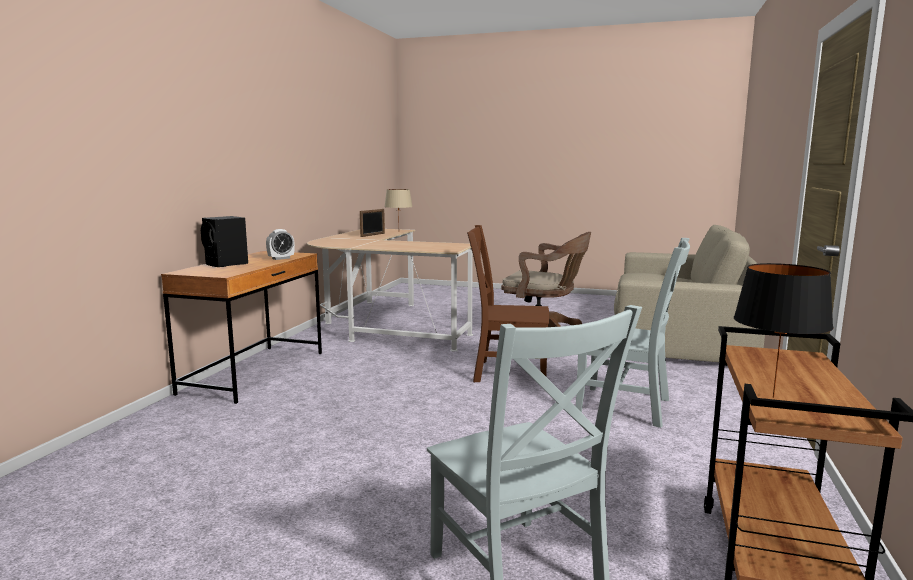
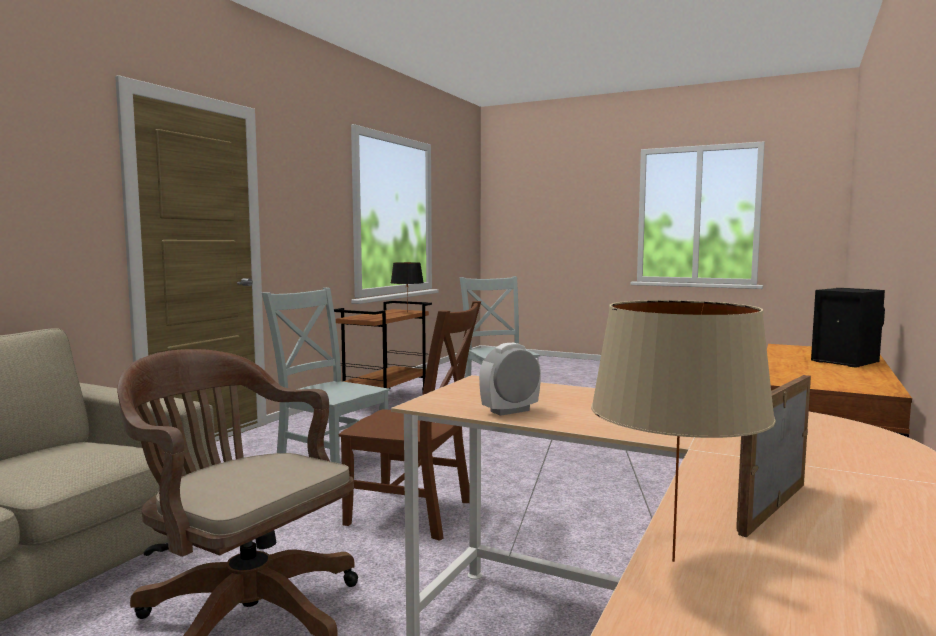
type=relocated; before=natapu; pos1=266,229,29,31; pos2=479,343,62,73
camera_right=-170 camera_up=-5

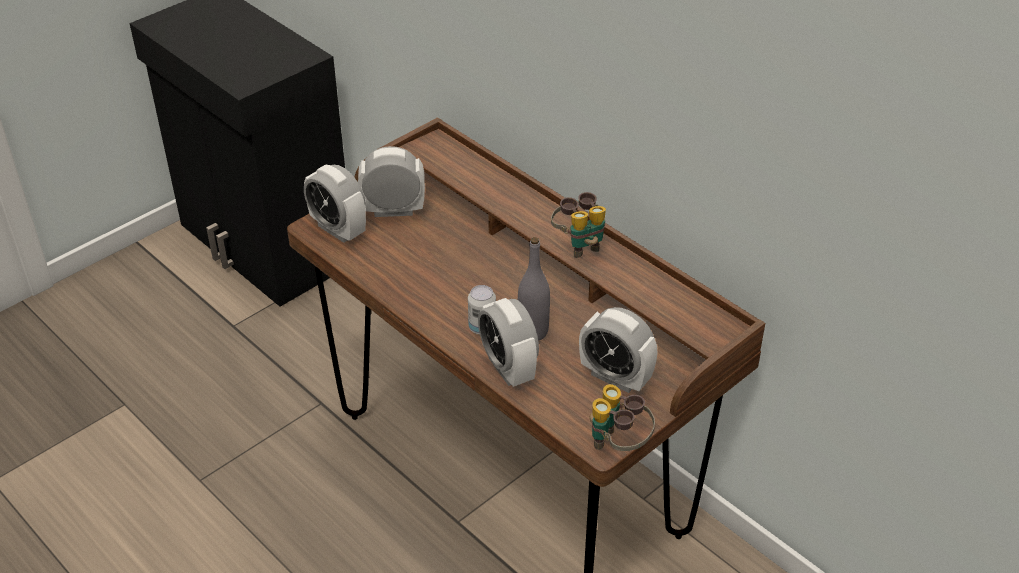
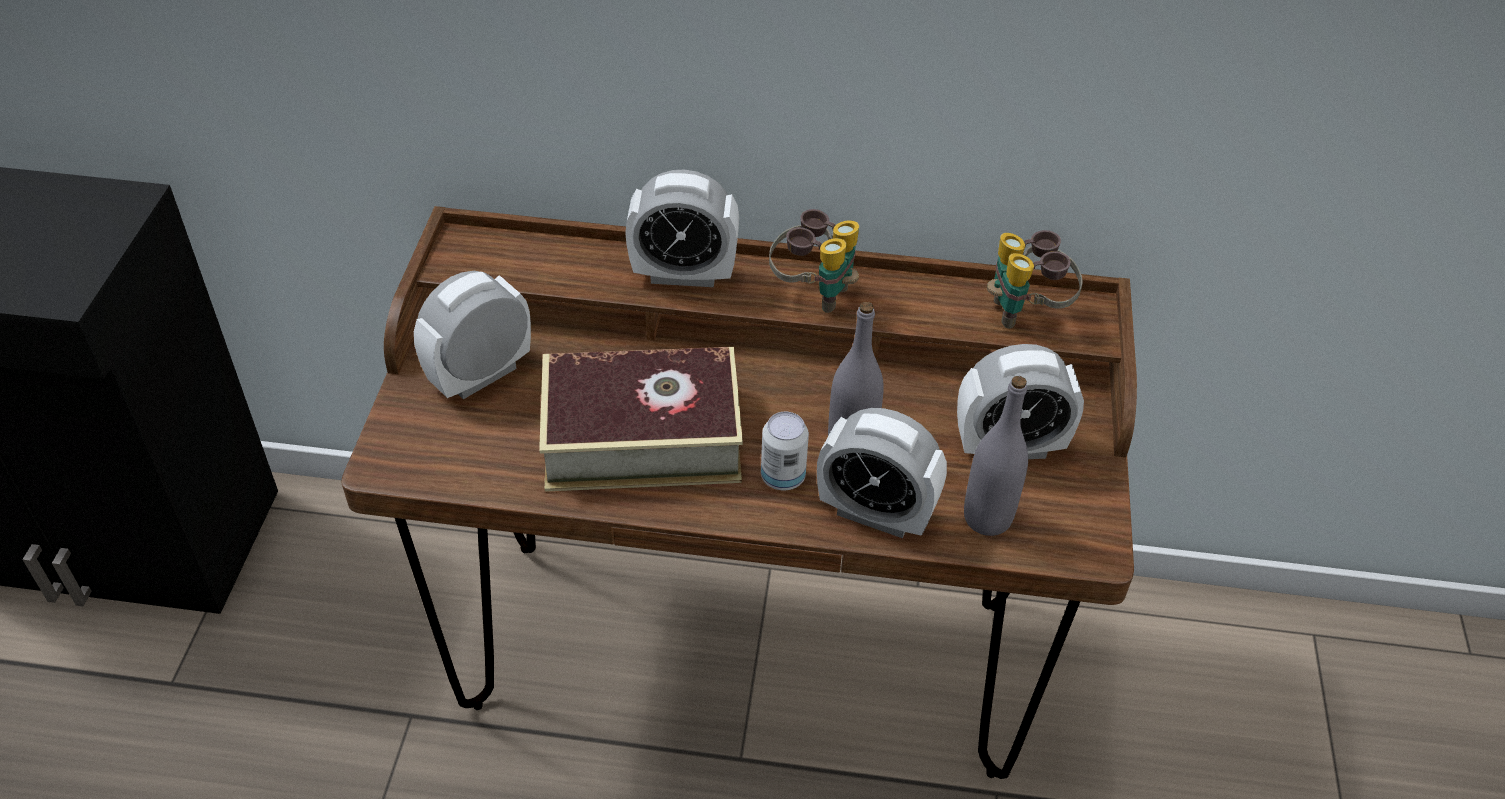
type=appeared; after=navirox; pos2=539,347,204,145
type=appeared; after=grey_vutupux; pos2=964,376,64,160
type=relocated; before=natapu; pos1=304,165,62,78; pos2=625,169,114,118
type=relocated; before=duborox; pos1=589,384,66,67; pos2=987,230,96,99
camera_right=-40 camera_up=5

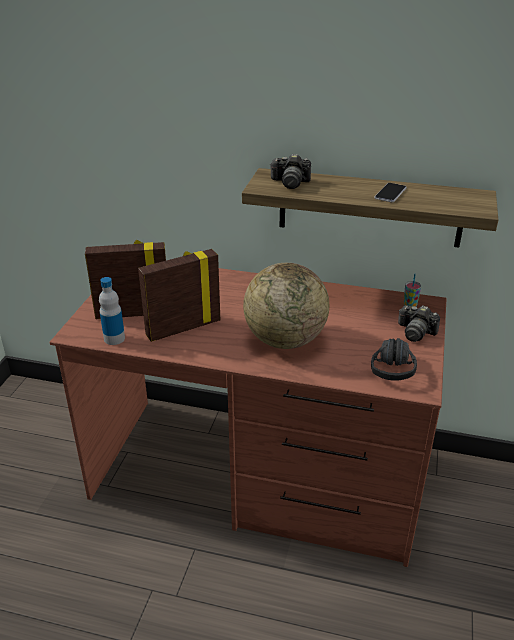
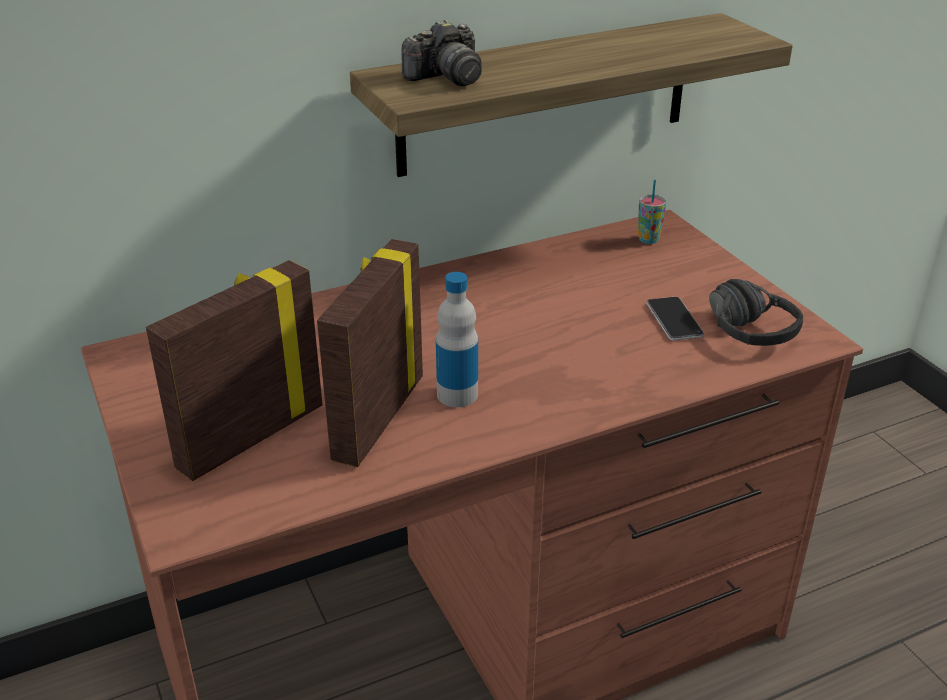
type=missing; before=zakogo; pos1=243,263,86,86
type=missing; before=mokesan; pos1=398,305,42,37
type=relocated; before=vutupux; pos1=99,277,26,68; pos2=436,272,42,135
type=relocated; before=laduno; pos1=374,183,33,19; pos2=647,297,57,44
camera_right=-40 camera_up=0

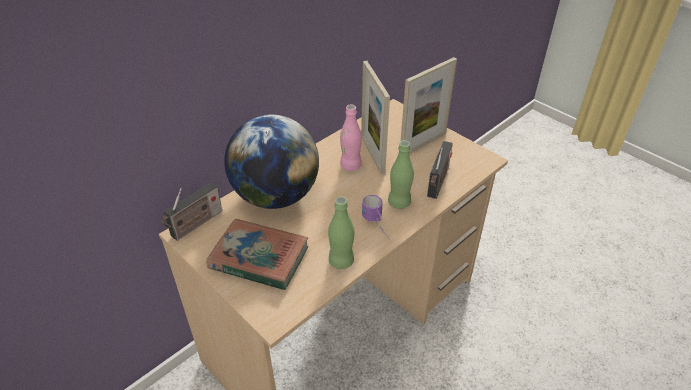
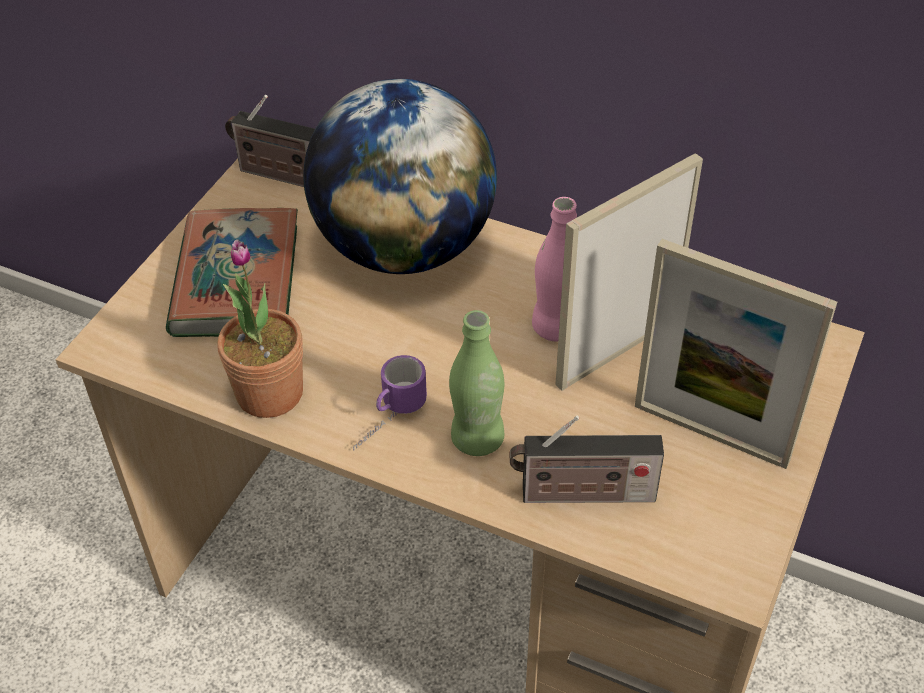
type=exchanged; before=green_vutupux; after=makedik; pos1=328,197,26,72; pos2=217,240,86,178
camera_right=70 camera_up=5

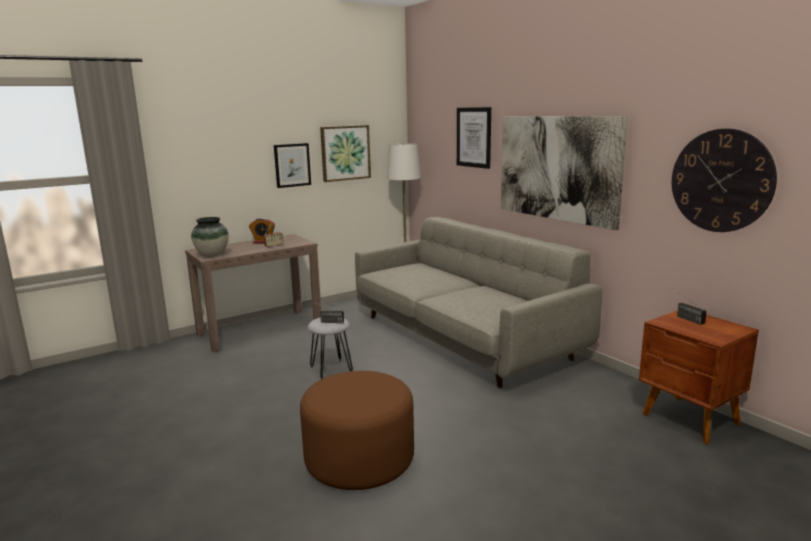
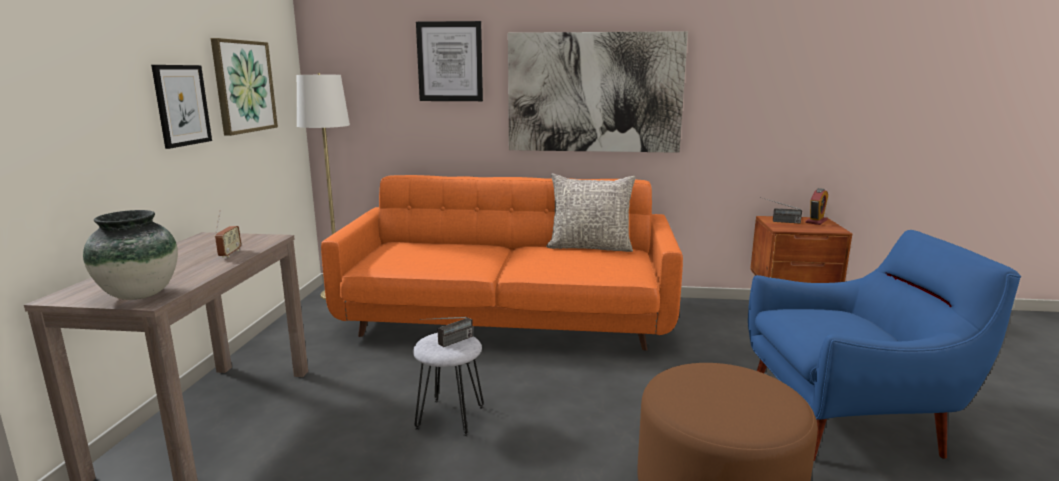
type=missing; before=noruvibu; pos1=672,128,105,104
type=appeared; after=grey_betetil; pos2=546,173,90,79
type=appeared; after=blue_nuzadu; pos2=748,230,273,231
type=relocated; before=natapu; pos1=249,218,26,26; pos2=805,188,23,37
type=colour; before=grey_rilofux; after=orange_rilofux; pos1=355,217,247,171; pos2=321,175,362,175
camera_right=-50 camera_up=0

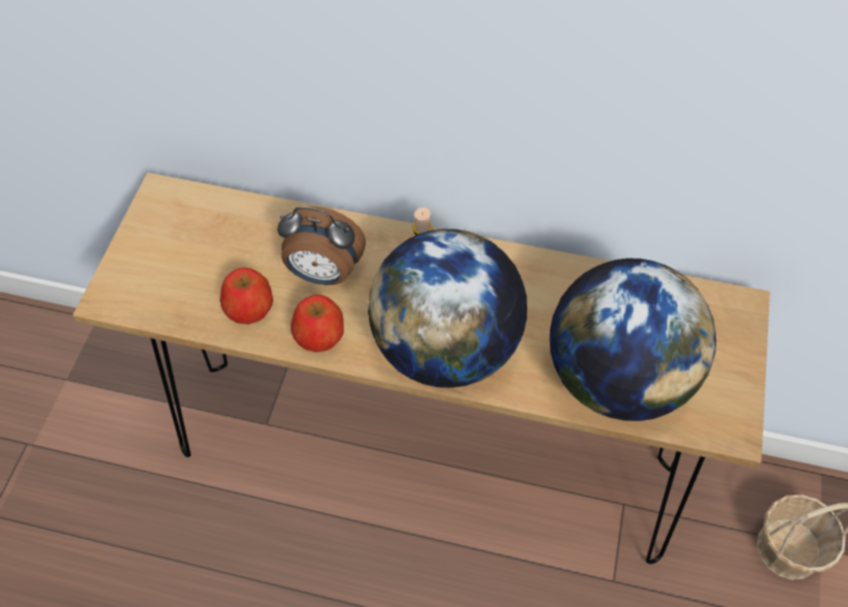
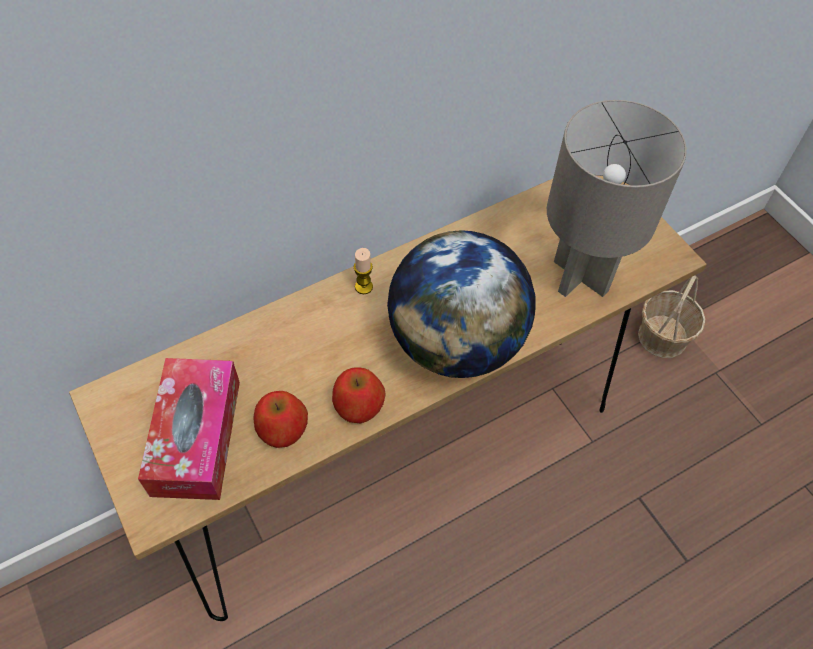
type=missing; before=natapu; pos1=277,206,89,79
type=appeared; after=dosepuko; pos2=138,358,102,142
type=exchanged; before=zakogo; after=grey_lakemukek; pos1=550,258,166,163; pos2=547,100,140,197
camera_right=-45 camera_up=0

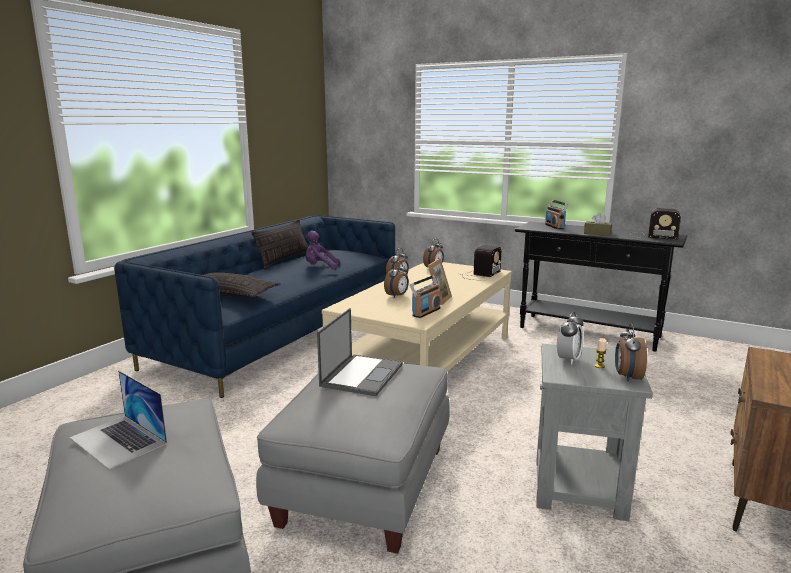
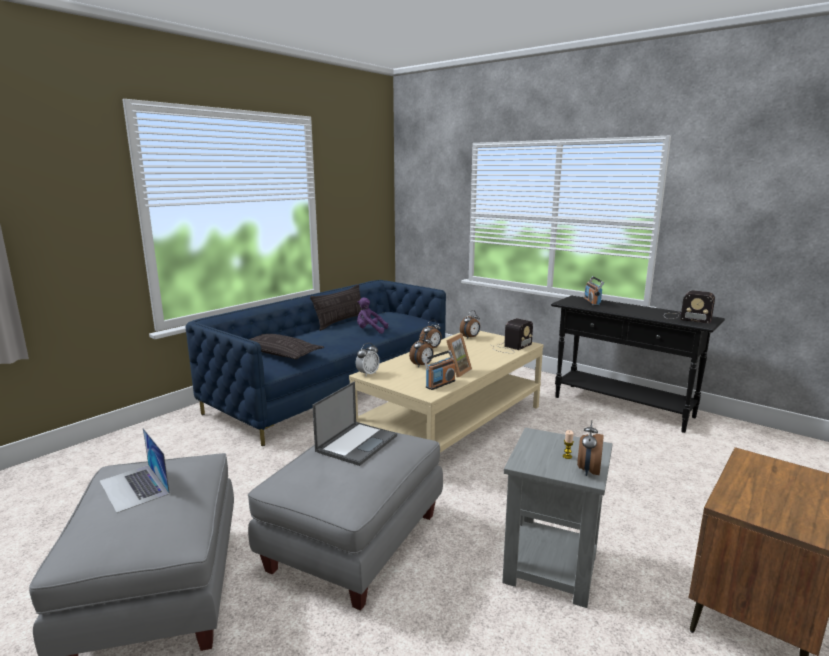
type=missing; before=brown_dosepuko; pos1=584,213,28,23
type=relocated; before=natapu; pos1=557,312,26,53; pos2=356,343,24,34
camera_right=10 camera_up=0

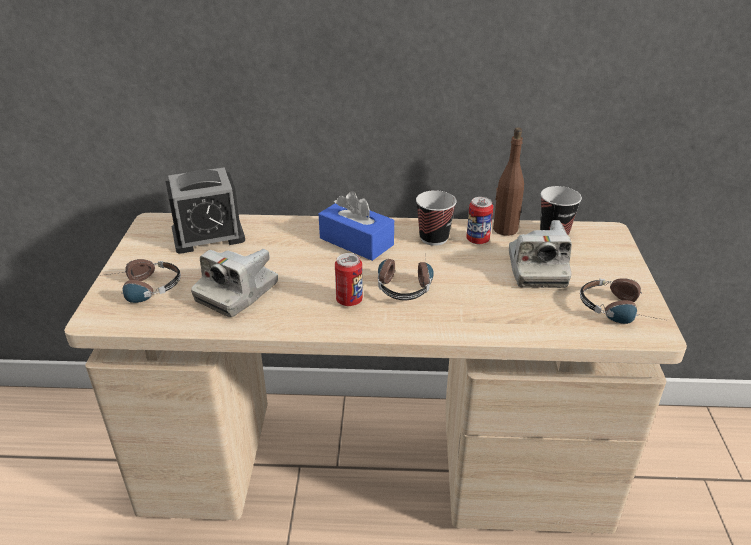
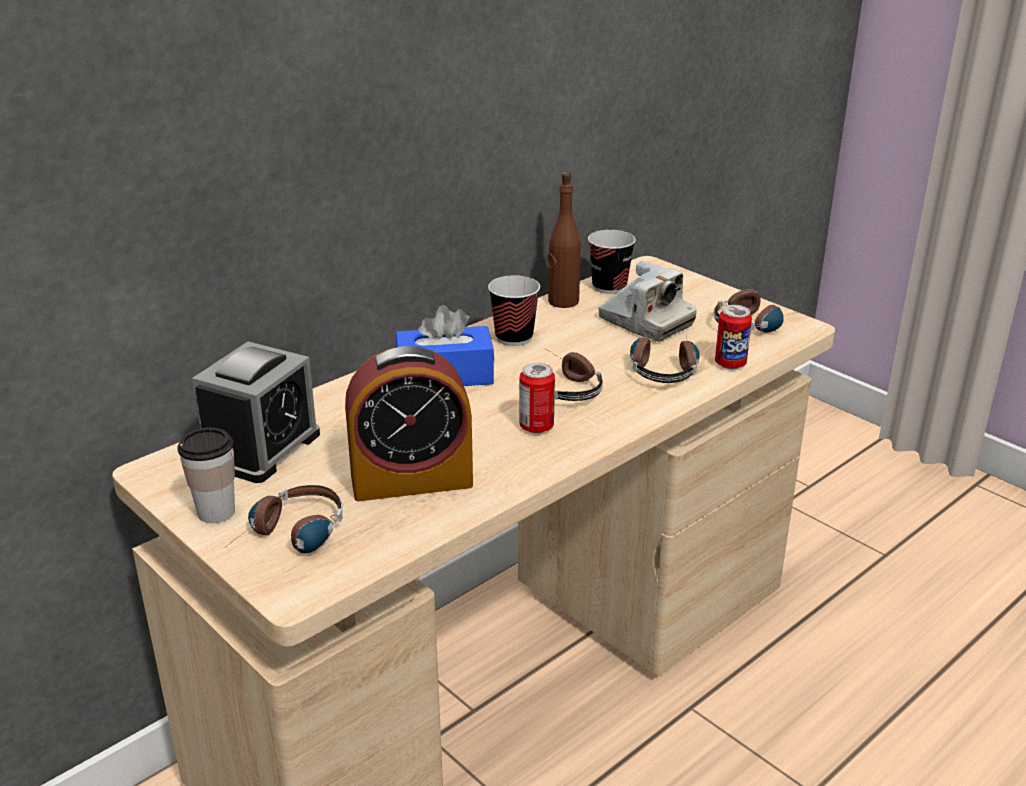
type=appeared; after=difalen; pos2=177,428,58,95
type=appeared; after=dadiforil; pos2=630,337,70,46
type=relocated; before=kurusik; pos1=466,197,27,47; pos2=715,305,37,64
type=exchanged; before=mokesan; after=natapu; pos1=191,249,87,68; pos2=345,346,128,155
camera_right=-45 camera_up=-5

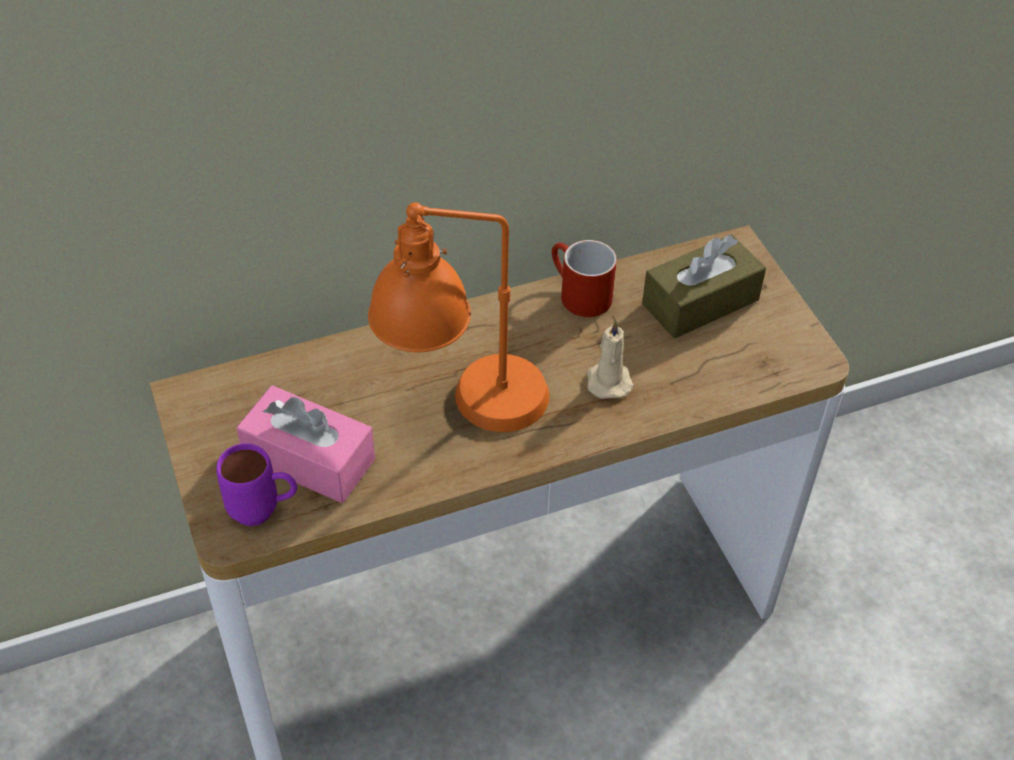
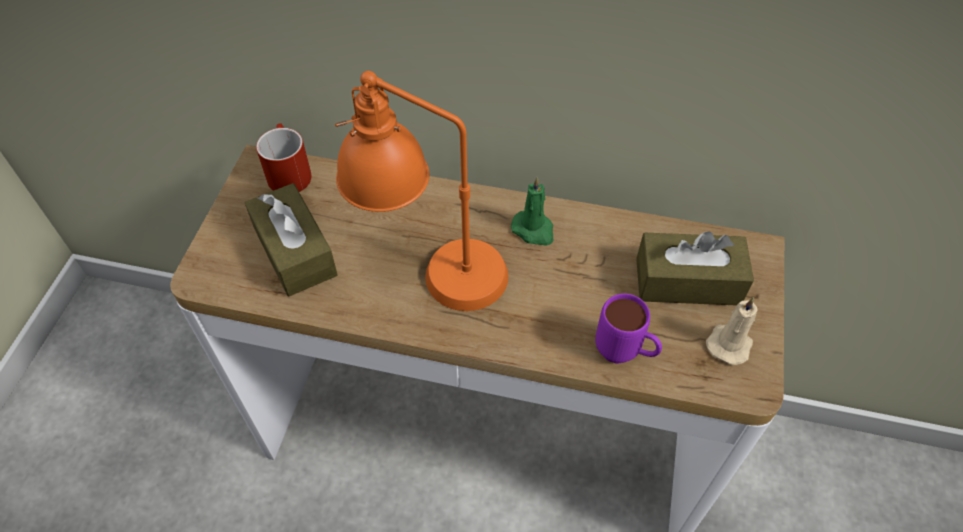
type=appeared; after=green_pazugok; pos2=511,177,43,69
type=relocated; before=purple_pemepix; pos1=216,443,81,83; pos2=595,294,67,70
type=relocated; before=red_pemepix; pos1=552,240,65,77; pos2=256,123,56,69
type=relocated; before=beige_pazugok; pos1=587,319,47,80; pos2=706,297,52,68
type=colour; before=pink_dosepuko; after=brown_dosepuko; pos1=236,385,139,118; pos2=245,183,93,113
camera_right=35 camera_up=5

